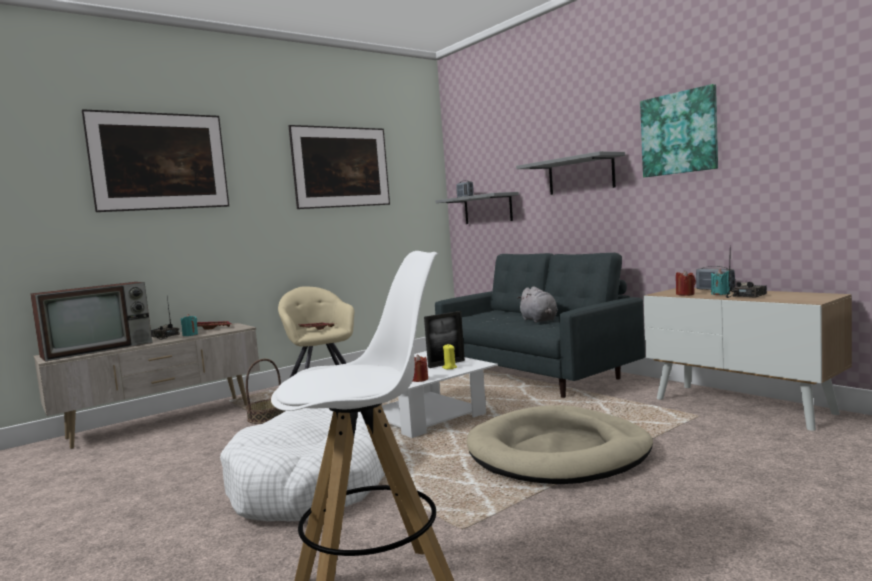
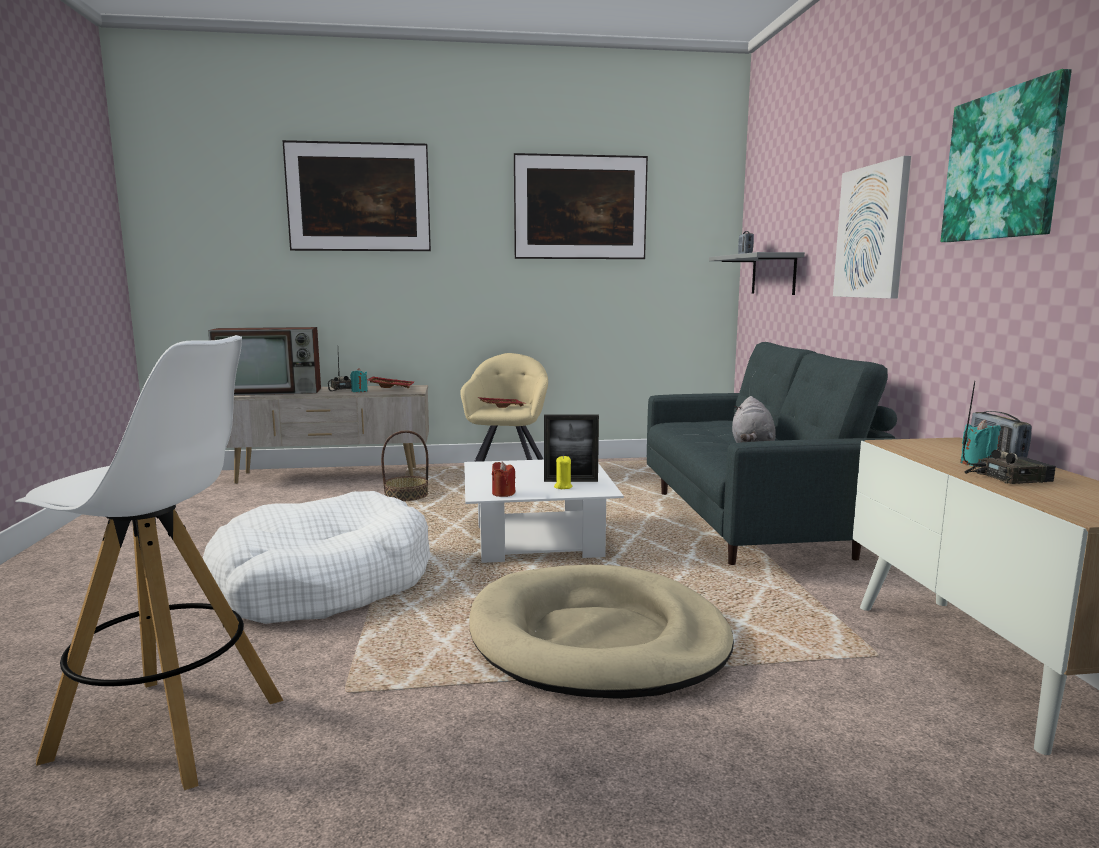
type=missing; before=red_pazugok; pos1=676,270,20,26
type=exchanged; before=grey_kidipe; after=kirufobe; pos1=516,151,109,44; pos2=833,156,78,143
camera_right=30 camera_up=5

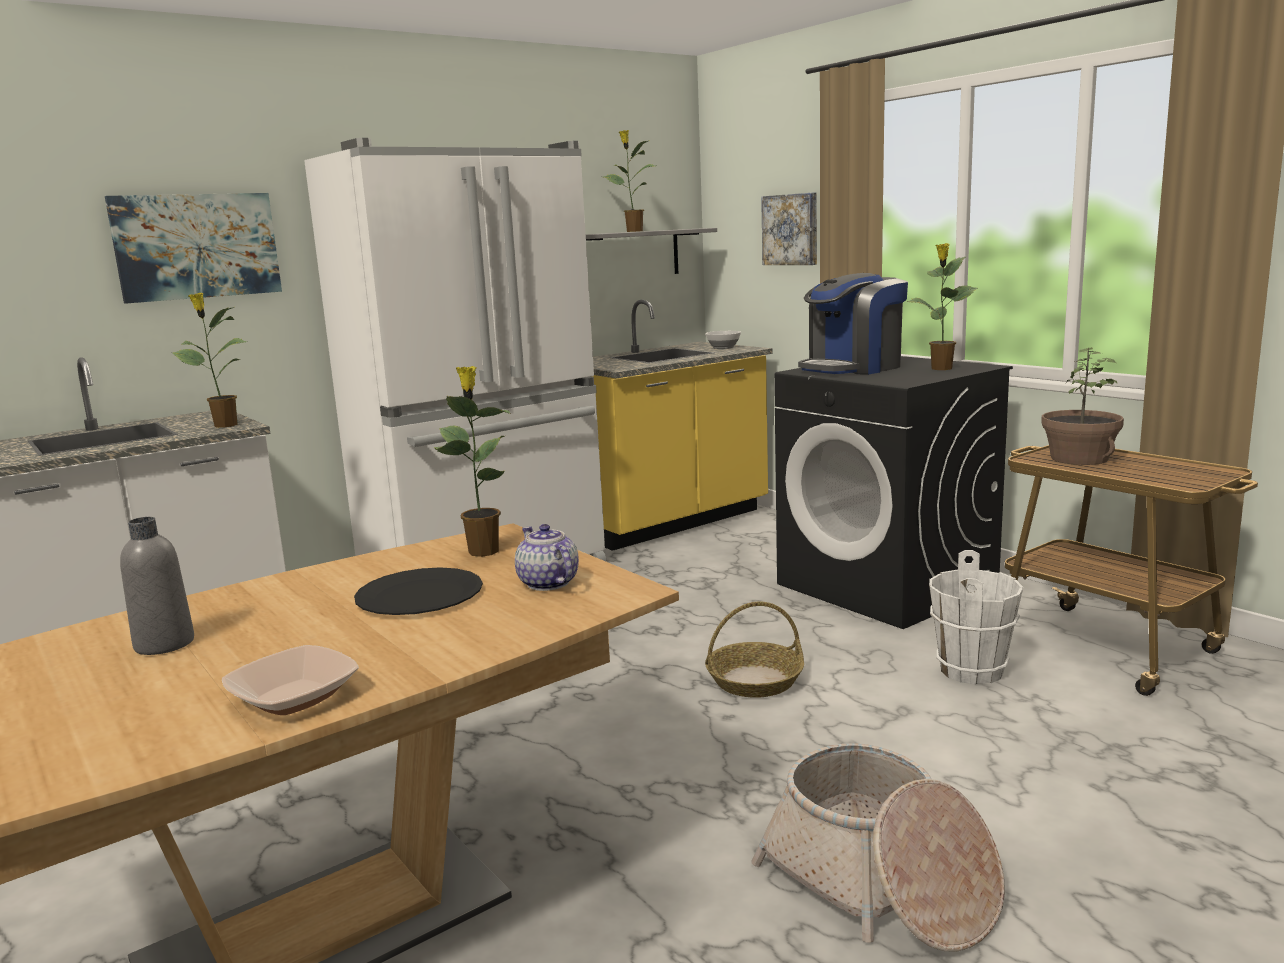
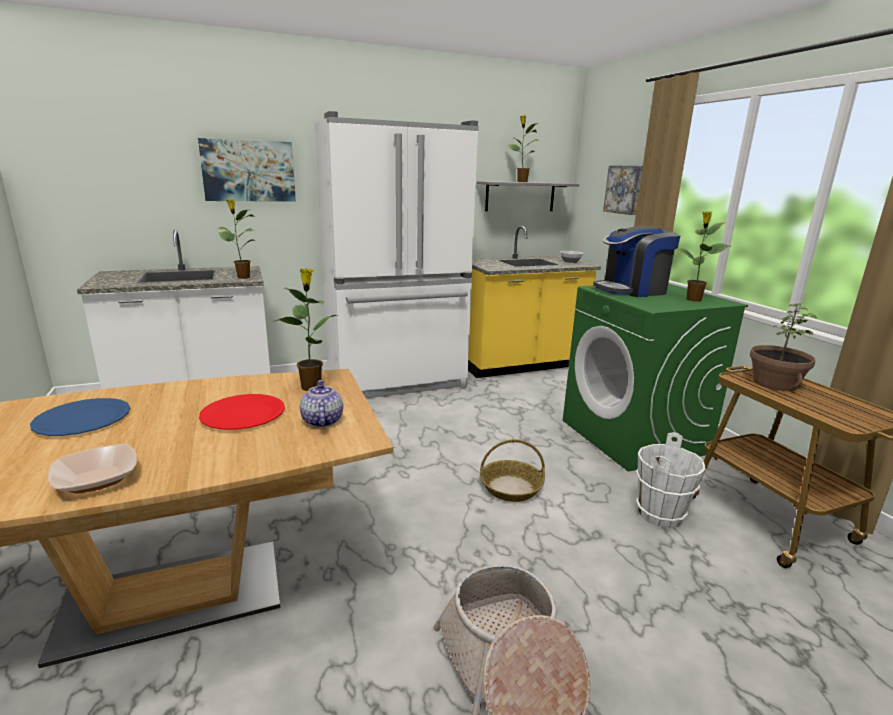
type=exchanged; before=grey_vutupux; after=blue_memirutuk; pos1=120,517,74,138; pos2=30,398,100,38
type=colour; before=black_memirutuk; after=red_memirutuk; pos1=354,567,129,48; pos2=199,394,86,36
type=colour; before=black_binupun; after=green_binupun; pos1=774,356,239,273; pos2=563,283,185,189
camera_right=15 camera_up=5

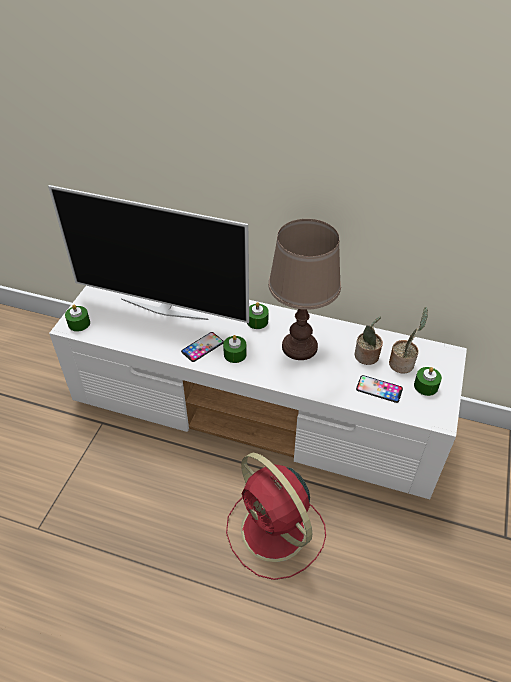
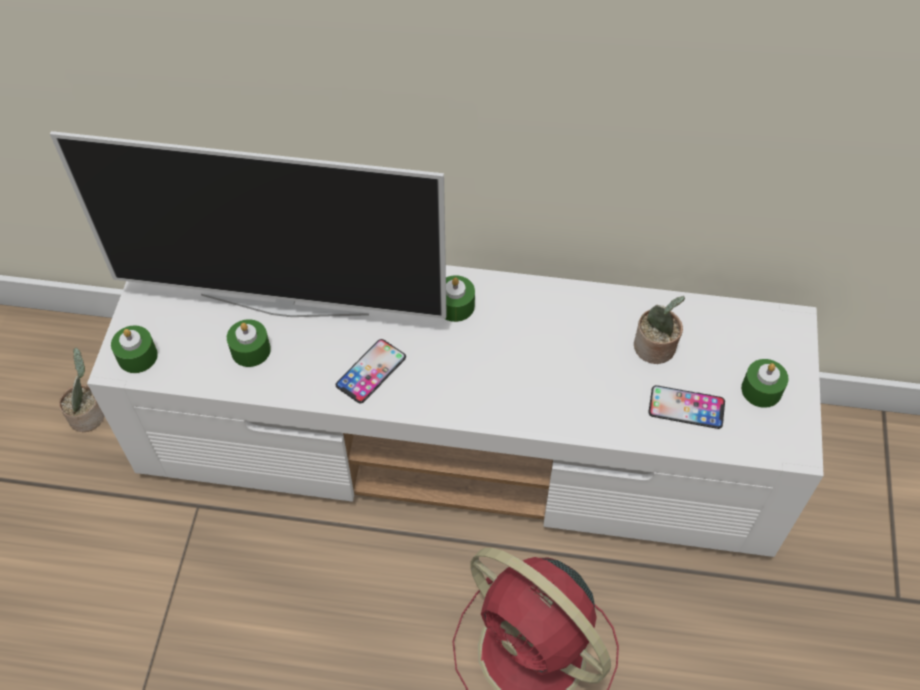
type=missing; before=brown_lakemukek; pos1=268,219,73,141
type=relocated; before=green_pazugok; pos1=223,335,24,28; pos2=227,319,44,48
type=relocated; before=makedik; pos1=389,307,39,67; pos2=59,348,45,84
camera_right=-10 camera_up=10

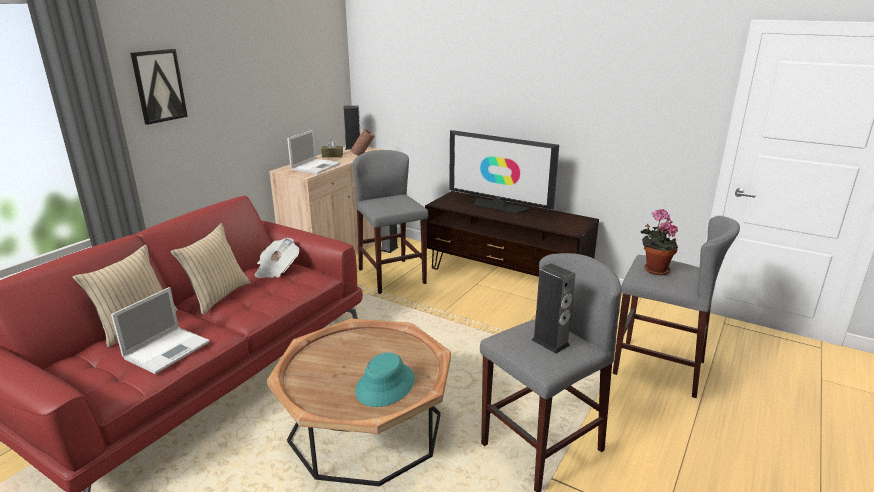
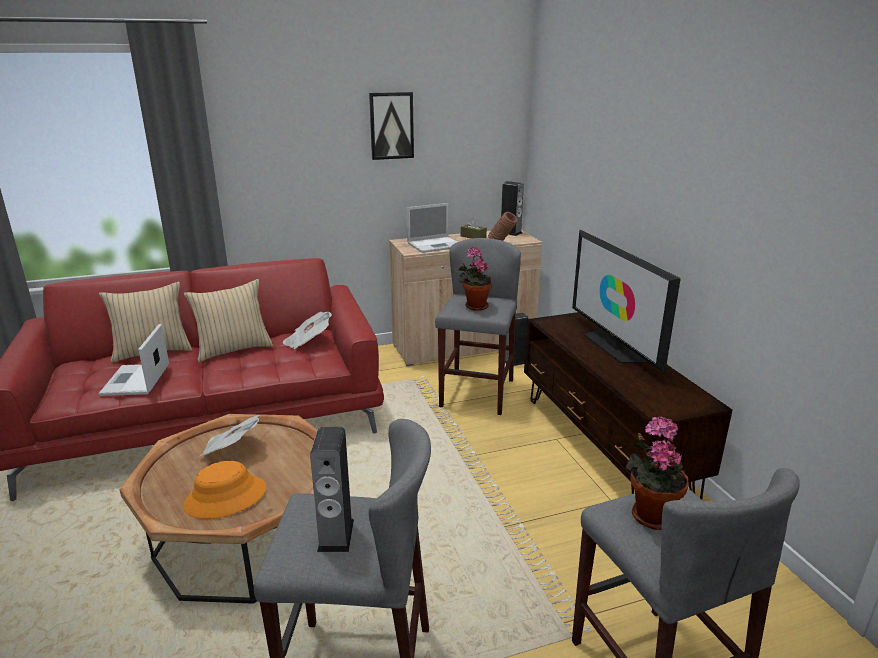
type=appeared; after=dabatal; pos2=199,414,61,43
type=appeared; after=makedik; pos2=459,247,33,64
type=relocated; before=kirufobe; pos1=130,49,58,76; pos2=369,92,45,68
type=colour; before=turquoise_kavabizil; after=orange_kavabizil; pos1=355,352,60,55; pos2=183,461,83,58
type=spun; before=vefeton; pos1=111,287,99,87; pos2=98,324,71,72; turn=105
camera_right=40 camera_up=0

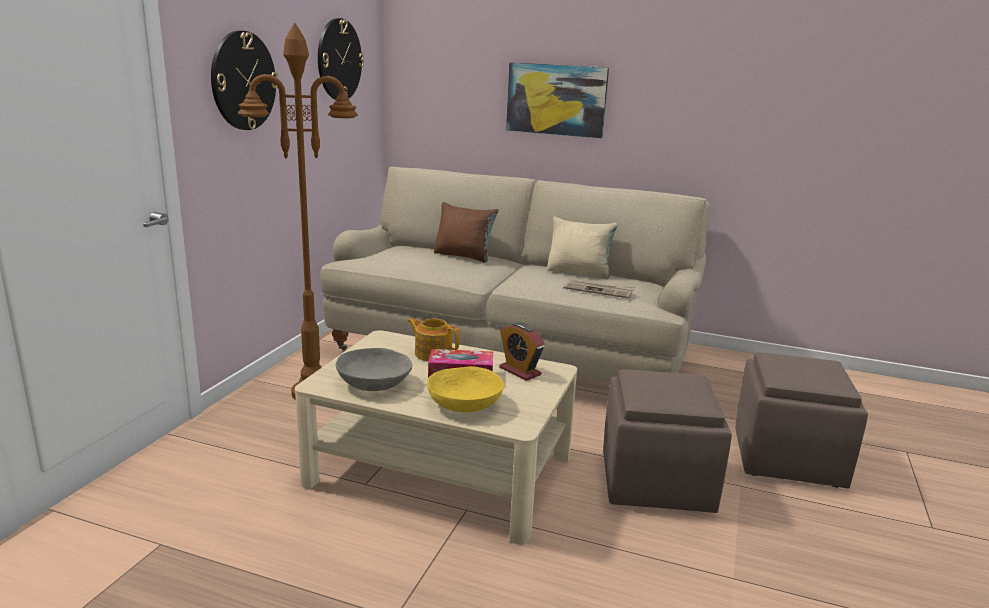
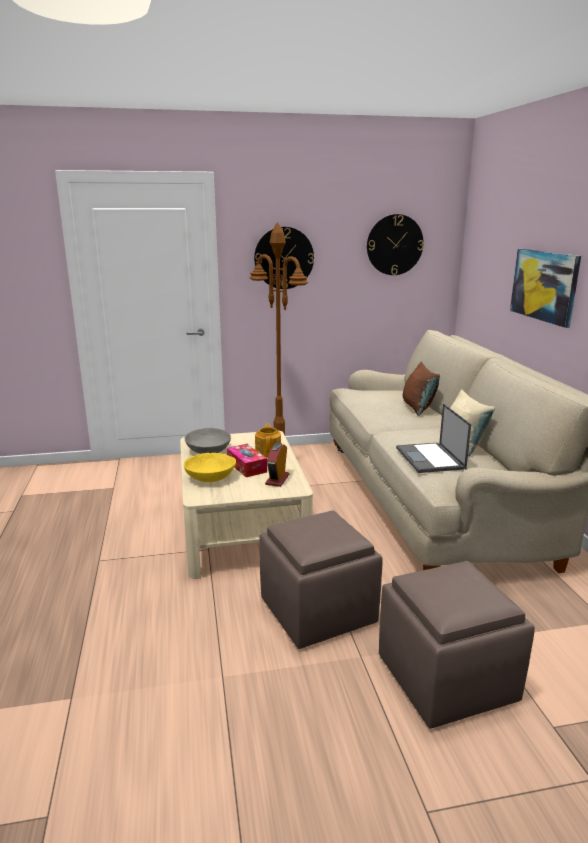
type=exchanged; before=dabatal; after=vefeton; pos1=563,280,73,18; pos2=396,404,75,69
camera_right=60 camera_up=0

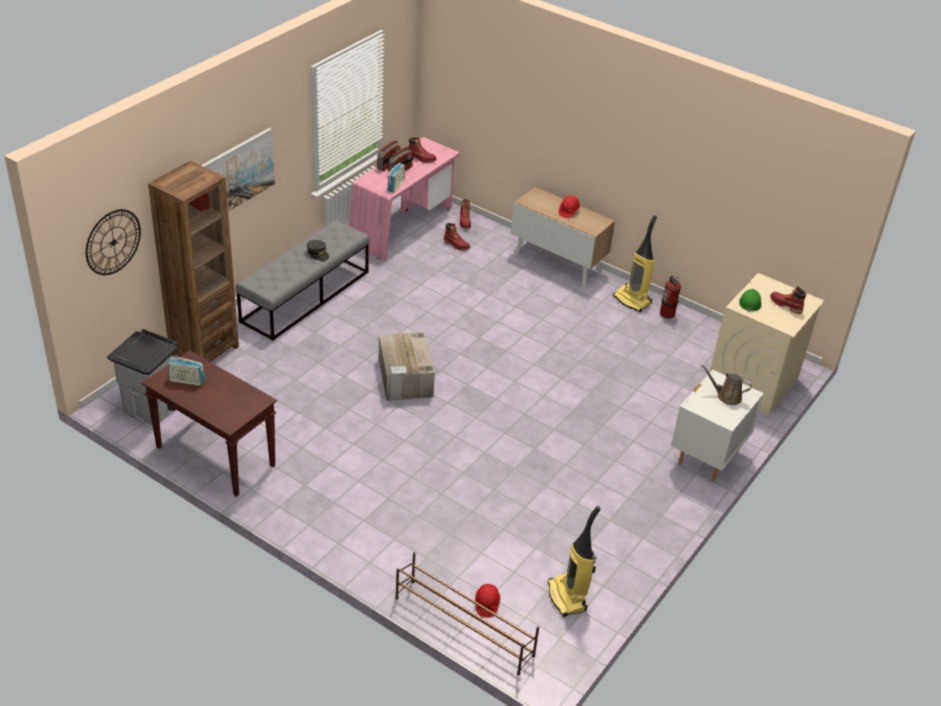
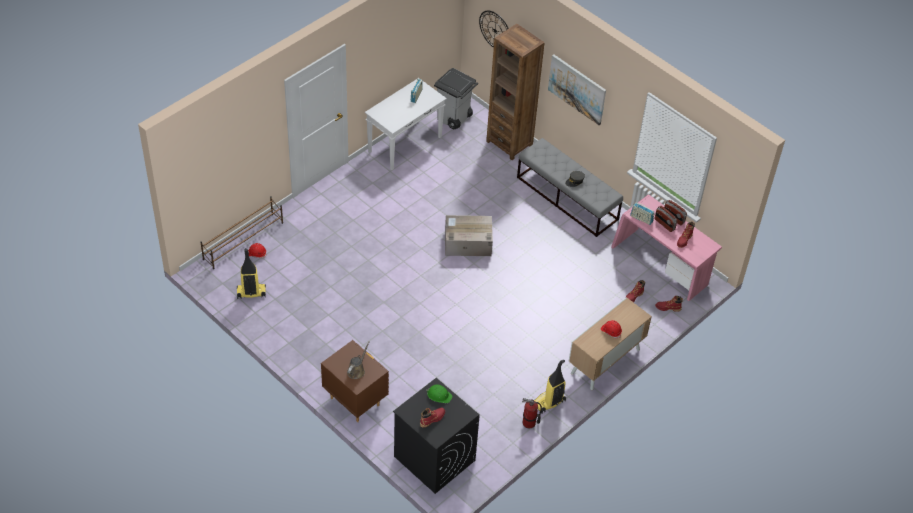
type=colour; before=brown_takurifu; after=white_takurifu; pos1=142,351,135,146; pos2=365,78,82,92
type=colour; before=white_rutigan; after=brown_rutigan; pos1=671,370,93,112; pos2=321,340,68,82
type=colour; before=beige_binupun; after=black_binupun; pos1=709,273,115,142; pos2=393,378,87,116
camera_right=100 camera_up=10

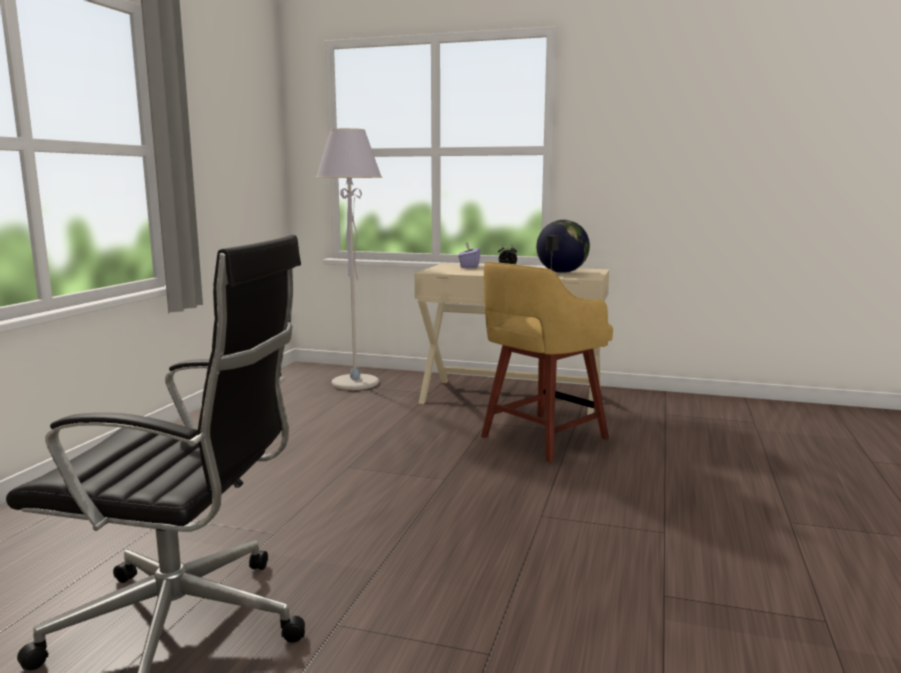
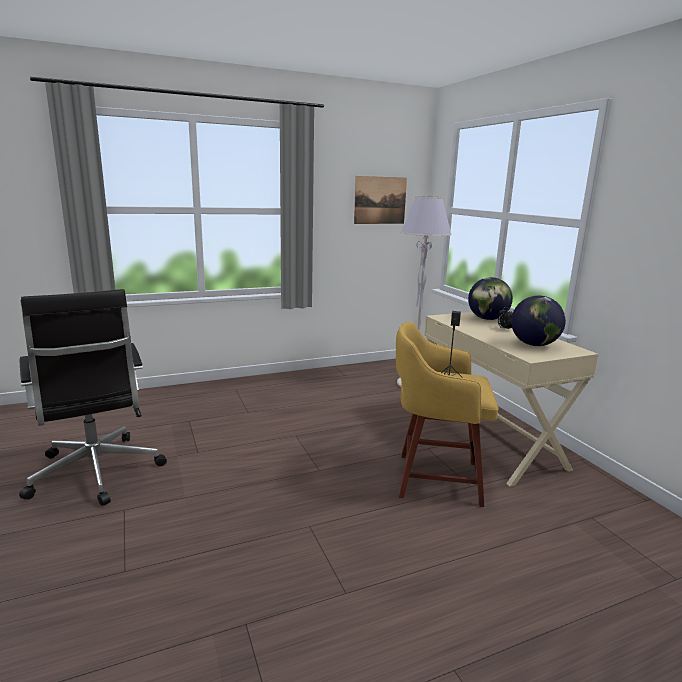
type=appeared; after=kirufobe; pos2=354,176,53,48
type=exchanged; before=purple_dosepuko; after=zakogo; pos1=458,242,23,26; pos2=468,277,45,43
camera_right=50 camera_up=5

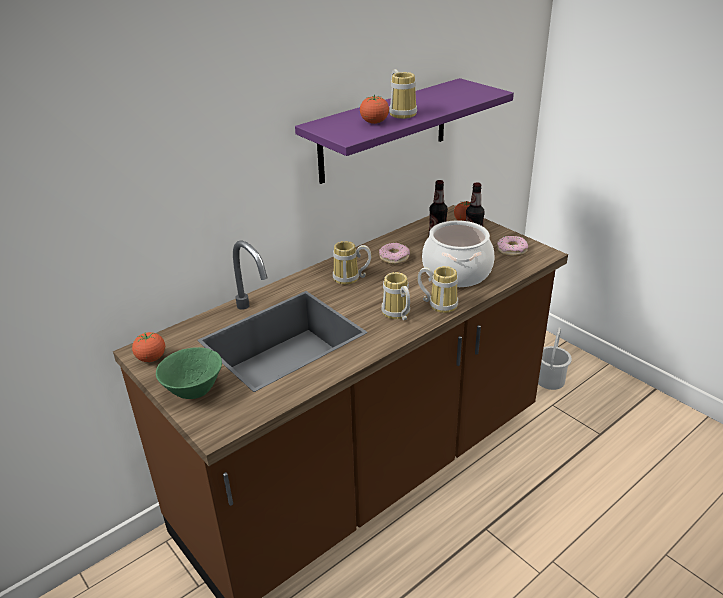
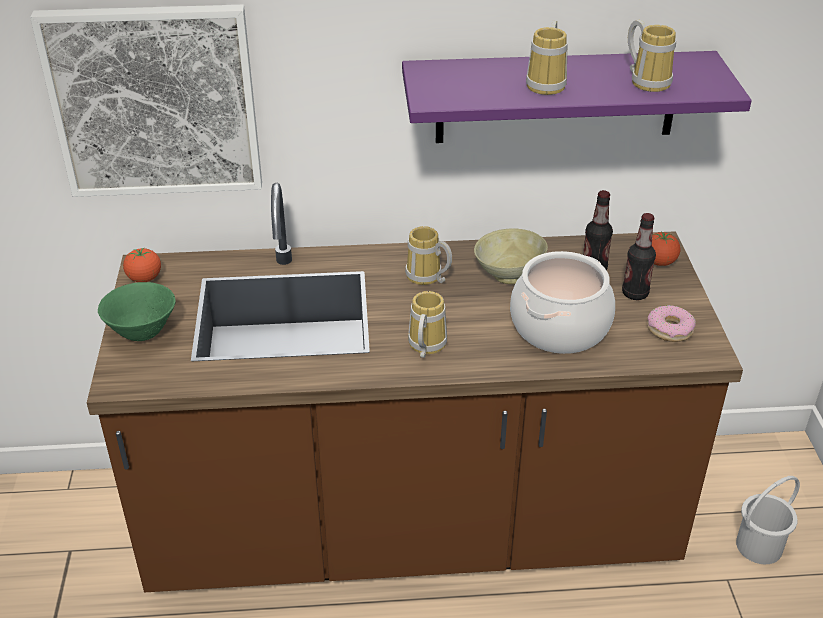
type=missing; before=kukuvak; pos1=360,94,29,30
type=appeared; after=kirufobe; pos2=30,5,232,192
type=relocated; before=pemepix; pos1=417,266,41,47; pos2=628,20,48,72
type=exchanged; before=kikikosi; after=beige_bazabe; pos1=379,243,31,21; pos2=474,228,74,56
camera_right=35 camera_up=5

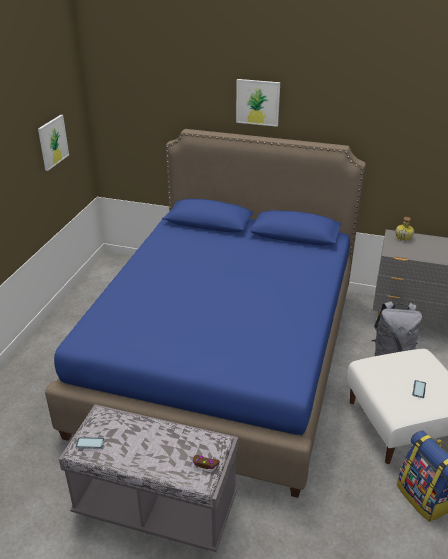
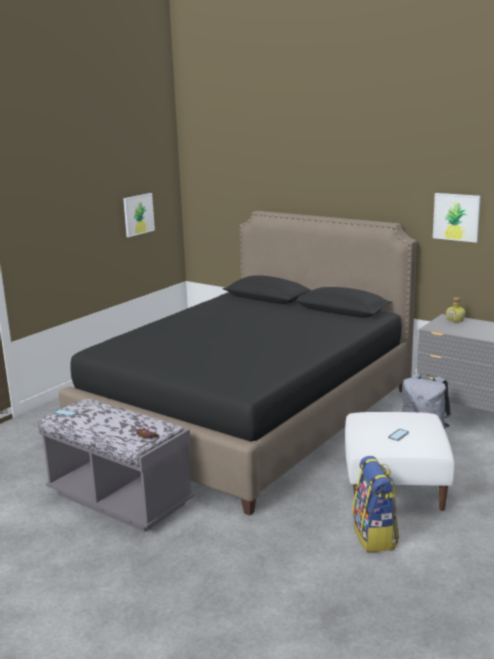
type=relocated; before=kirufobe; pos1=236,79,44,48; pos2=433,193,48,50
type=colour; before=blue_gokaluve; after=black_gokaluve; pos1=45,129,321,369; pos2=59,211,358,305
camera_right=20 camera_up=-15

